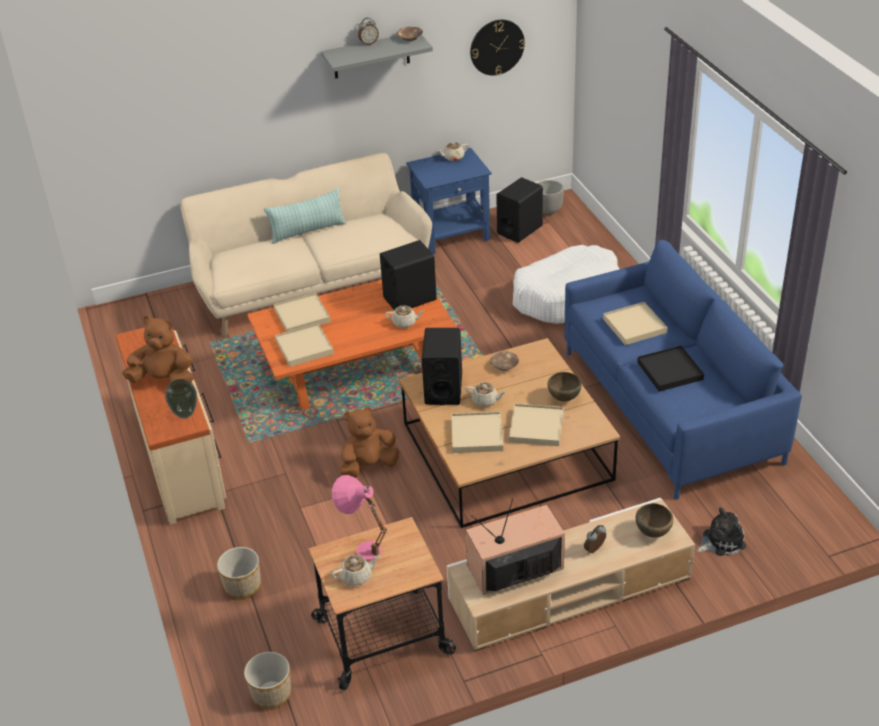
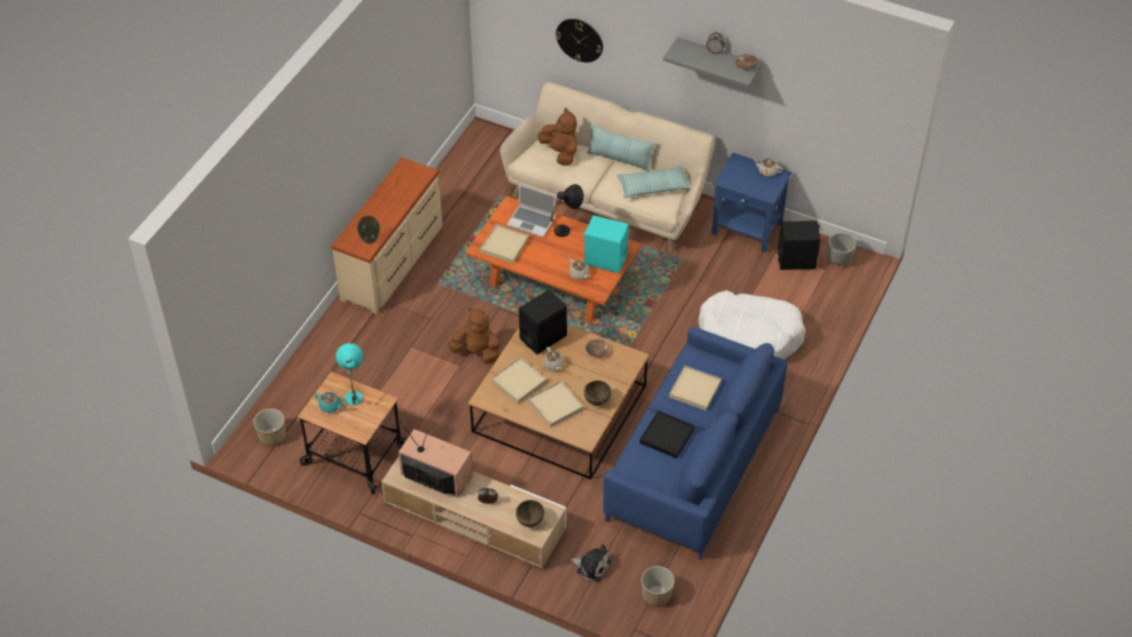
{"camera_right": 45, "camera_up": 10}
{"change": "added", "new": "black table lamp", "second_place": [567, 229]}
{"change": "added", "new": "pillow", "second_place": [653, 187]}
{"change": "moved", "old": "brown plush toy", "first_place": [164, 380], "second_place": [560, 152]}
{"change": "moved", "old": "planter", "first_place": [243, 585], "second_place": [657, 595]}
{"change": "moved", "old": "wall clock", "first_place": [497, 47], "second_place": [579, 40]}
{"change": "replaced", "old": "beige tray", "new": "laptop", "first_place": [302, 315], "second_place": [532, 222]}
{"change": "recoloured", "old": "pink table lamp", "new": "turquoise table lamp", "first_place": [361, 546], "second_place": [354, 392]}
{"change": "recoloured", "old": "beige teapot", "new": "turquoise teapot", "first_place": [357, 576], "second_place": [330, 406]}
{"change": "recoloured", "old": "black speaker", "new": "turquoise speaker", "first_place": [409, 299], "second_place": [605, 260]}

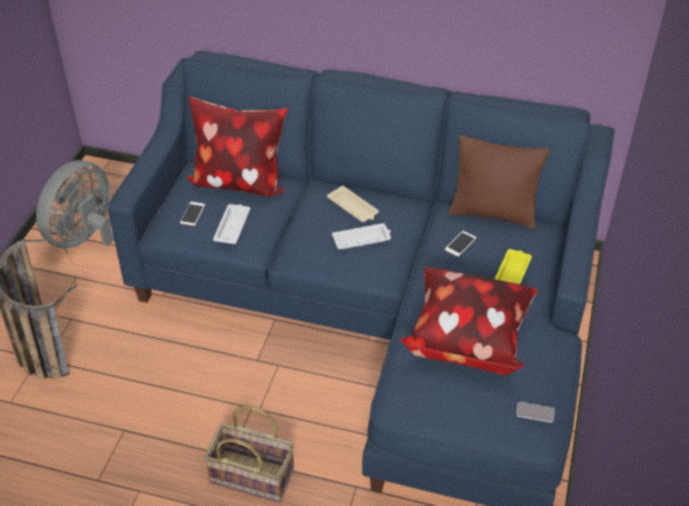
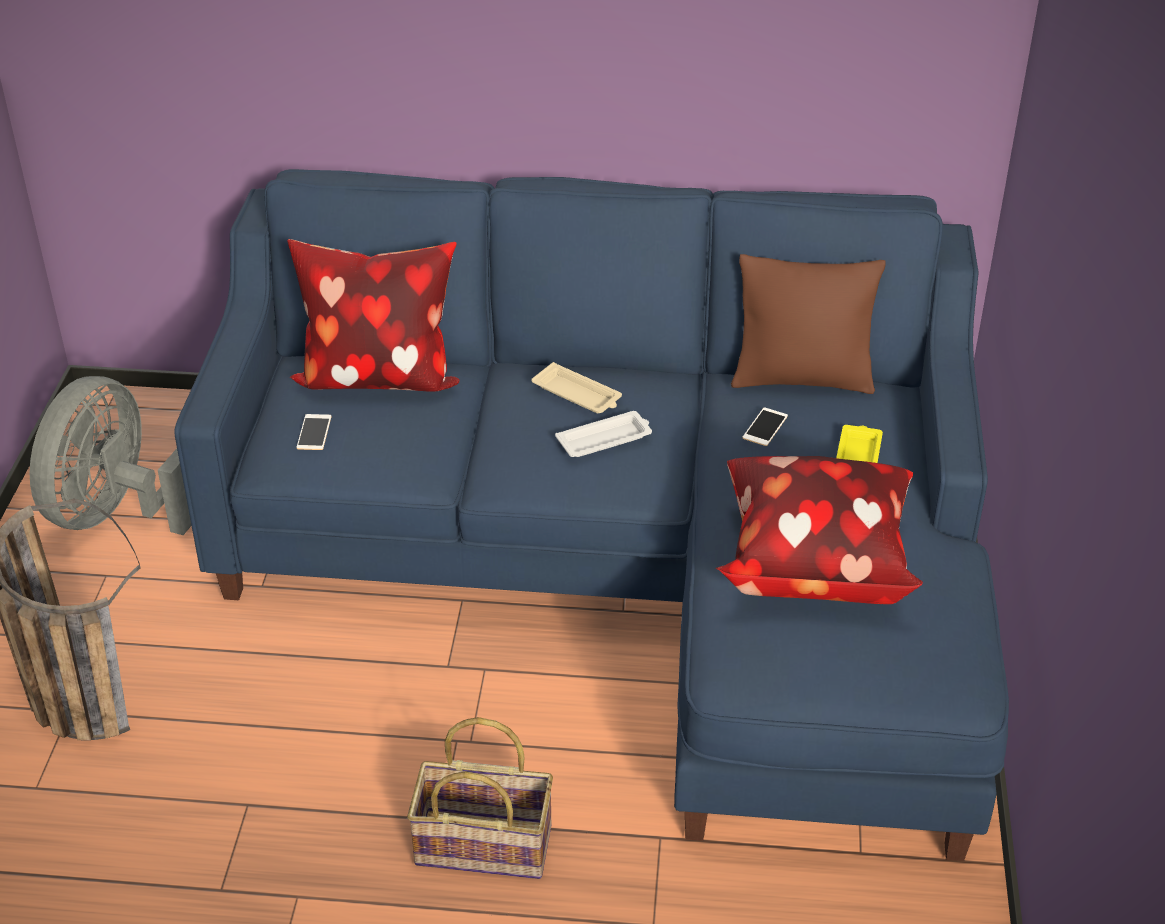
{"camera_right": -10, "camera_up": -5}
{"change": "removed", "old": "white tray", "first_place": [232, 226]}
{"change": "removed", "old": "phone", "first_place": [535, 412]}

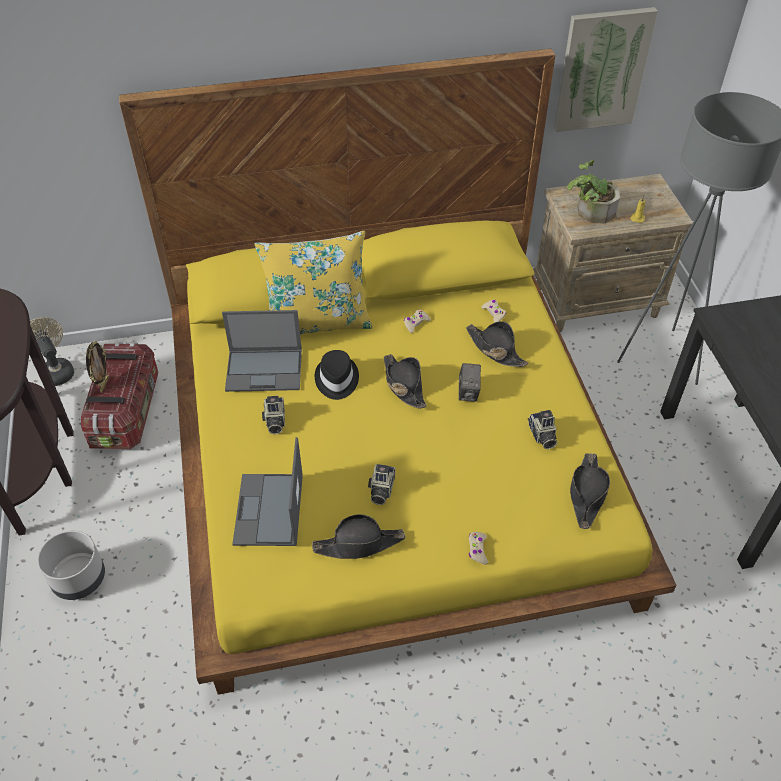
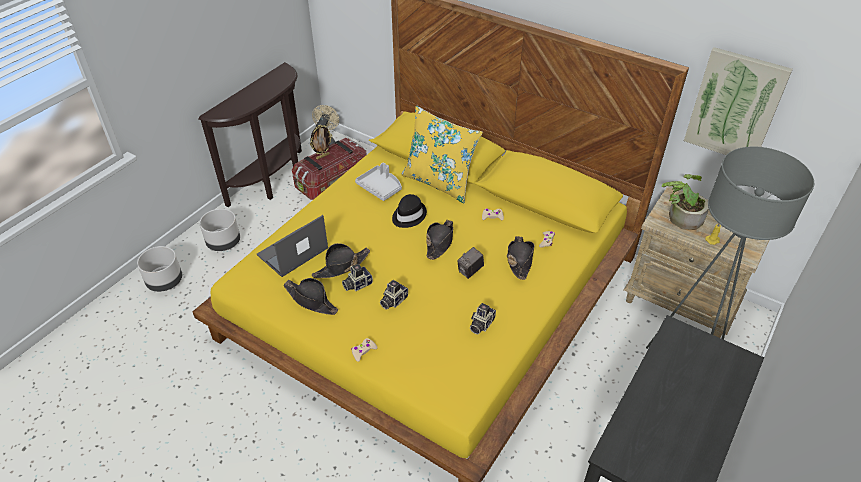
{"camera_right": 45, "camera_up": -5}
{"change": "added", "new": "grey planter", "second_place": [165, 282]}
{"change": "moved", "old": "photo camera", "first_place": [274, 421], "second_place": [393, 300]}
{"change": "moved", "old": "black hat", "first_place": [586, 494], "second_place": [341, 266]}
{"change": "replaced", "old": "laptop", "new": "grey tray", "first_place": [265, 370], "second_place": [380, 187]}

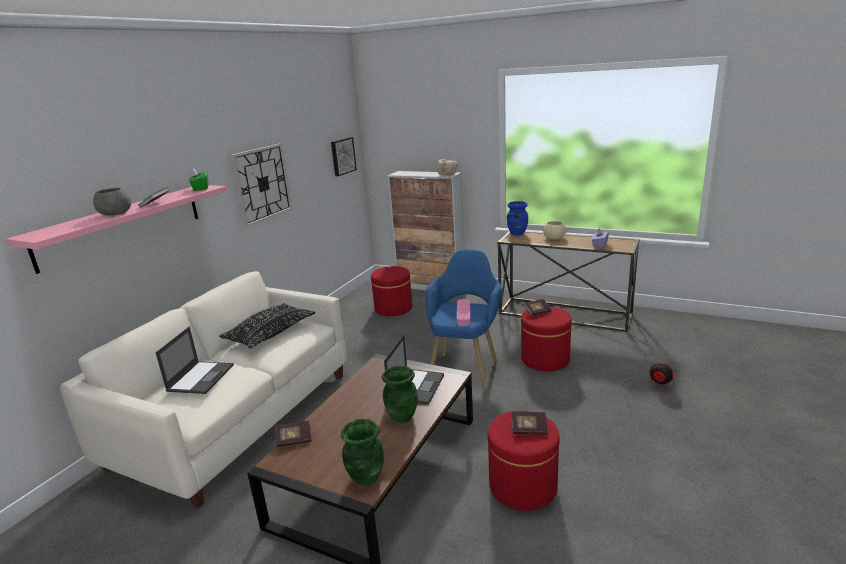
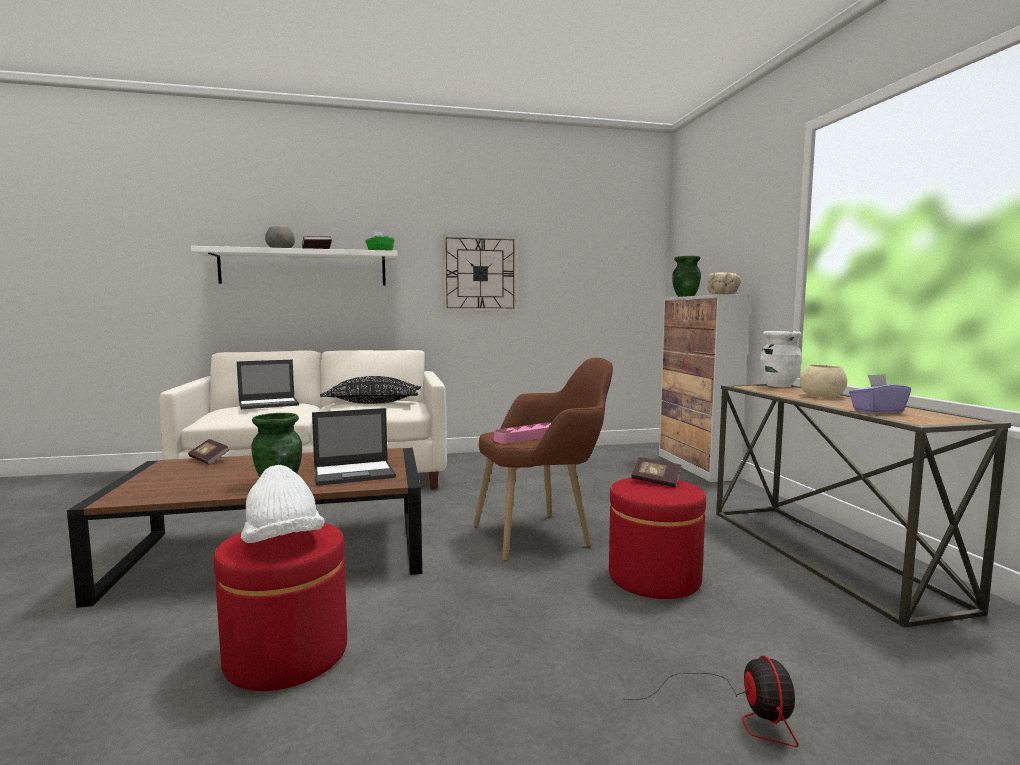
{"camera_right": 50, "camera_up": -15}
{"change": "removed", "old": "picture", "first_place": [342, 156]}
{"change": "removed", "old": "red ottoman", "first_place": [393, 308]}
{"change": "moved", "old": "green vase", "first_place": [365, 477], "second_place": [685, 296]}
{"change": "replaced", "old": "book", "new": "white hat", "first_place": [529, 429], "second_place": [283, 542]}
{"change": "recoloured", "old": "pink shelf", "new": "white shelf", "first_place": [122, 225], "second_place": [304, 268]}
{"change": "recoloured", "old": "blue armchair", "new": "brown armchair", "first_place": [465, 366], "second_place": [544, 534]}
{"change": "recoloured", "old": "blue vase", "new": "white vase", "first_place": [517, 233], "second_place": [778, 385]}

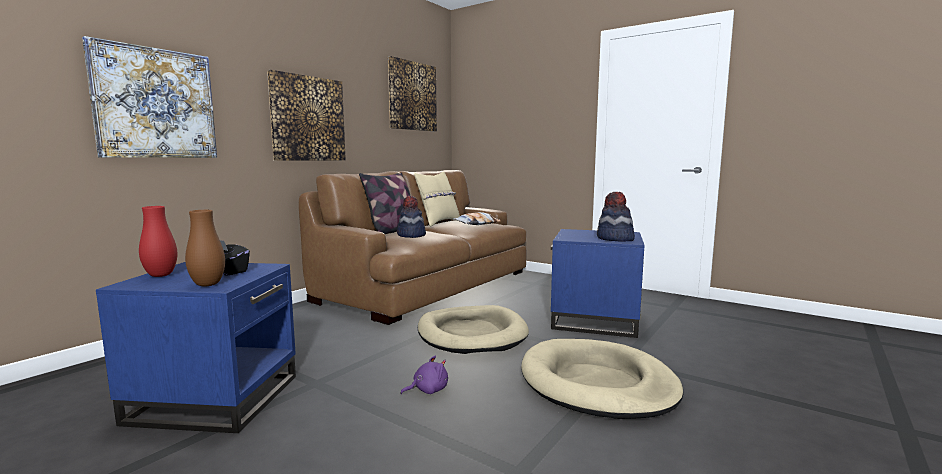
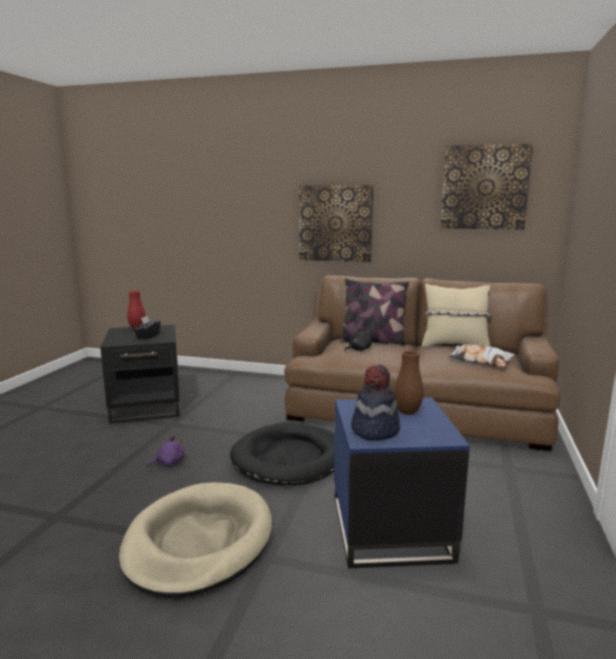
{"camera_right": 70, "camera_up": 5}
{"change": "removed", "old": "picture", "first_place": [155, 103]}
{"change": "moved", "old": "brown vase", "first_place": [208, 284], "second_place": [407, 412]}
{"change": "replaced", "old": "hat", "new": "black plush toy", "first_place": [411, 235], "second_place": [358, 349]}
{"change": "recoloured", "old": "blue side table", "new": "black side table", "first_place": [216, 398], "second_place": [147, 406]}
{"change": "recoloured", "old": "beige dog bed", "new": "black dog bed", "first_place": [472, 334], "second_place": [290, 458]}
{"change": "turned", "old": "purple plush toy", "first_place": [428, 390], "second_place": [168, 462], "degrees": -75}

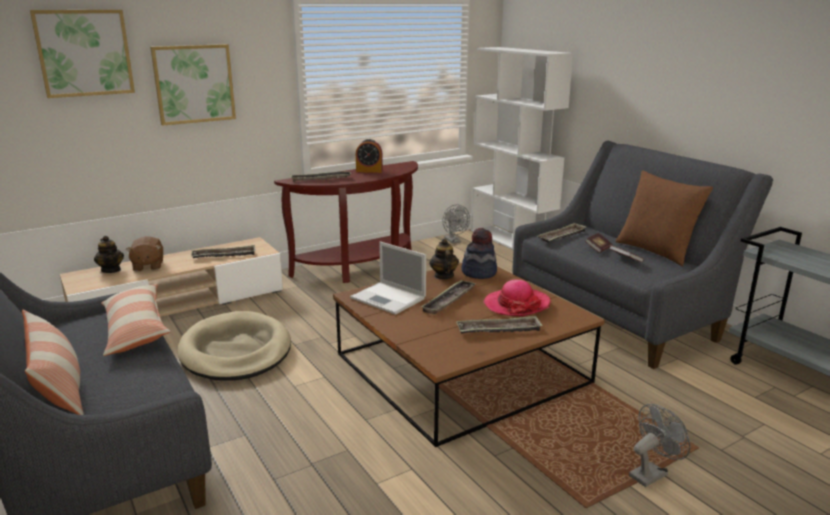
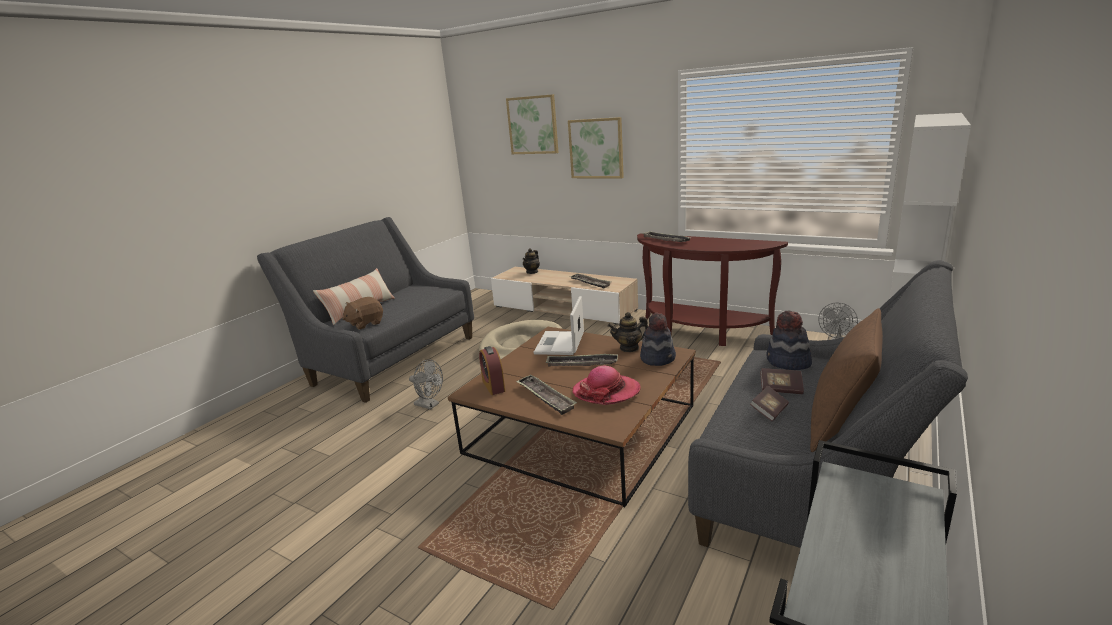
{"camera_right": 65, "camera_up": 0}
{"change": "removed", "old": "pillow", "first_place": [135, 330]}
{"change": "moved", "old": "brown plush toy", "first_place": [148, 266], "second_place": [365, 324]}
{"change": "moved", "old": "alarm clock", "first_place": [369, 171], "second_place": [493, 386]}
{"change": "moved", "old": "grey fan", "first_place": [651, 473], "second_place": [430, 405]}
{"change": "replaced", "old": "tray", "new": "hat", "first_place": [562, 236], "second_place": [788, 362]}
{"change": "turned", "old": "teapot", "first_place": [443, 276], "second_place": [629, 348], "degrees": -150}

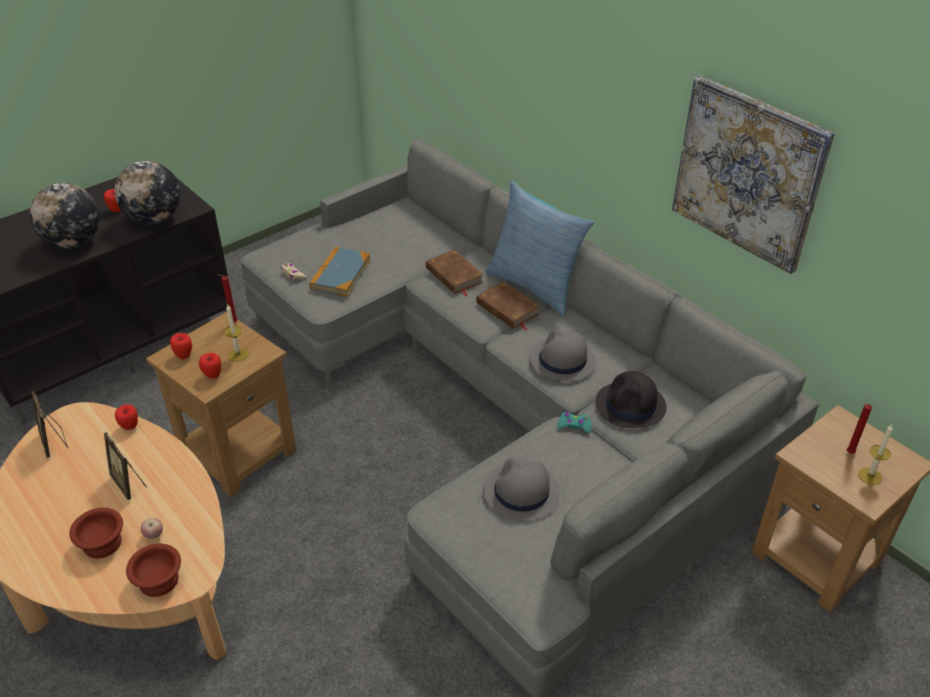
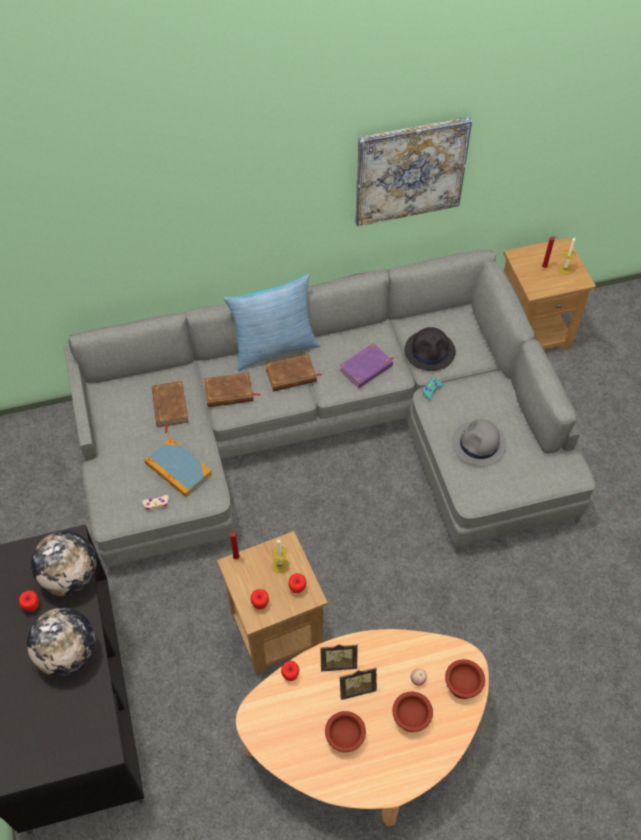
{"camera_right": -65, "camera_up": 15}
{"change": "added", "new": "brown book", "second_place": [169, 406]}
{"change": "added", "new": "brown bowl", "second_place": [345, 736]}
{"change": "moved", "old": "picture frame", "first_place": [54, 442], "second_place": [338, 662]}
{"change": "replaced", "old": "grey hat", "new": "purple book", "first_place": [562, 360], "second_place": [366, 368]}

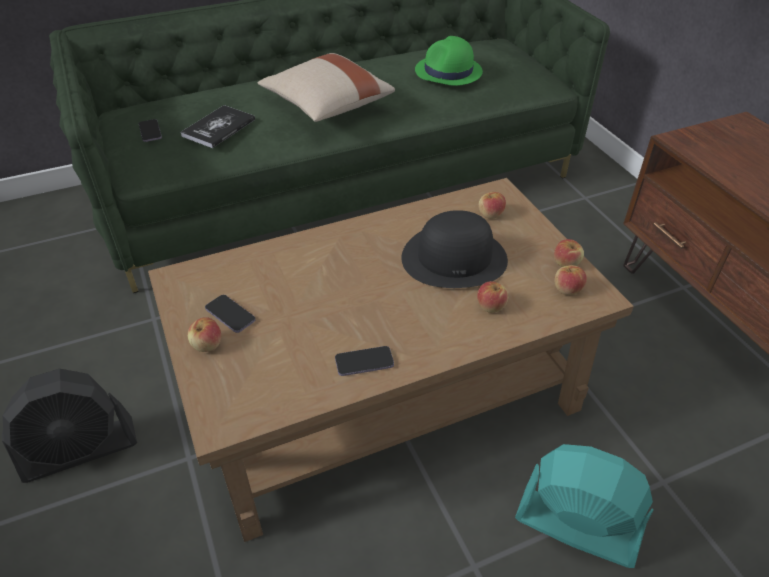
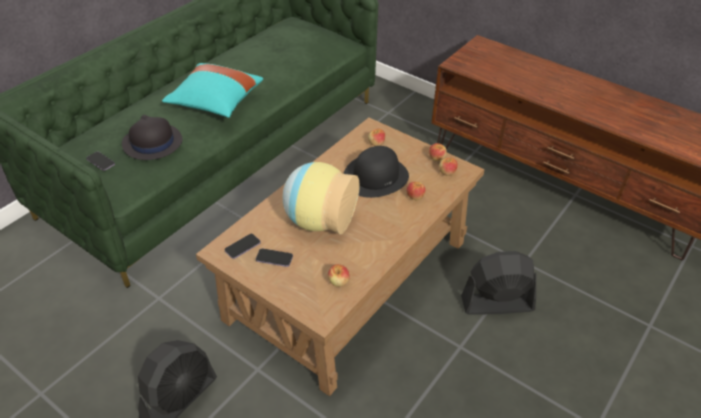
{"camera_right": -30, "camera_up": 0}
{"change": "removed", "old": "green hat", "first_place": [448, 72]}
{"change": "added", "new": "vase", "second_place": [318, 220]}
{"change": "moved", "old": "apple", "first_place": [207, 345], "second_place": [338, 281]}
{"change": "moved", "old": "phone", "first_place": [364, 362], "second_place": [242, 247]}
{"change": "replaced", "old": "book", "new": "black hat", "first_place": [219, 128], "second_place": [152, 143]}
{"change": "recoloured", "old": "beige pillow", "new": "turquoise pillow", "first_place": [326, 105], "second_place": [215, 102]}
{"change": "recoloured", "old": "turquoise fan", "new": "black fan", "first_place": [576, 526], "second_place": [497, 303]}

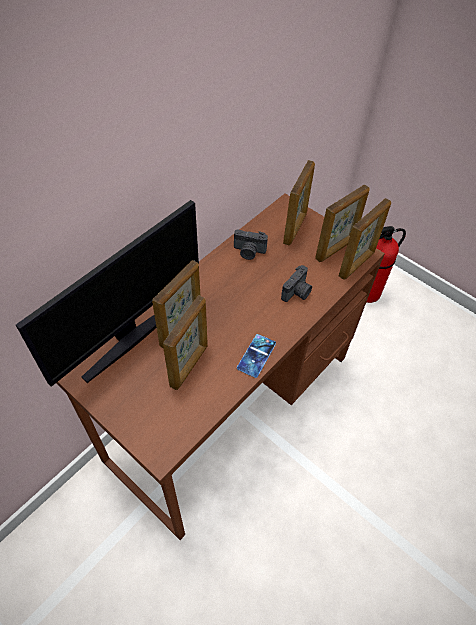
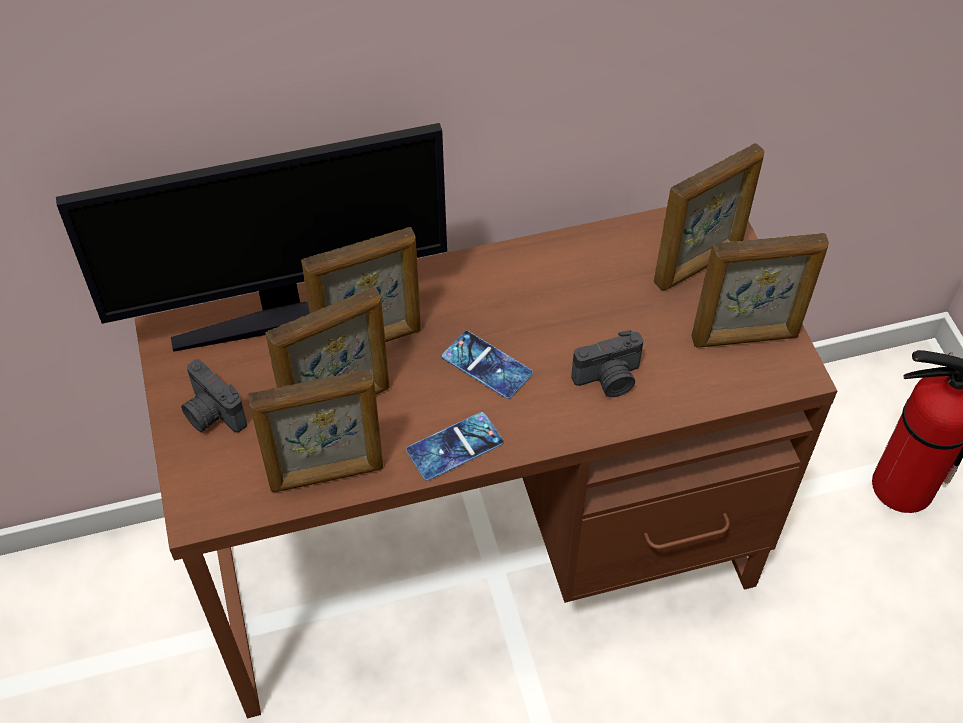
{"camera_right": 35, "camera_up": 0}
{"change": "added", "new": "phone", "second_place": [487, 365]}
{"change": "moved", "old": "photo camera", "first_place": [249, 252], "second_place": [212, 414]}
{"change": "moved", "old": "picture frame", "first_place": [357, 264], "second_place": [327, 475]}

